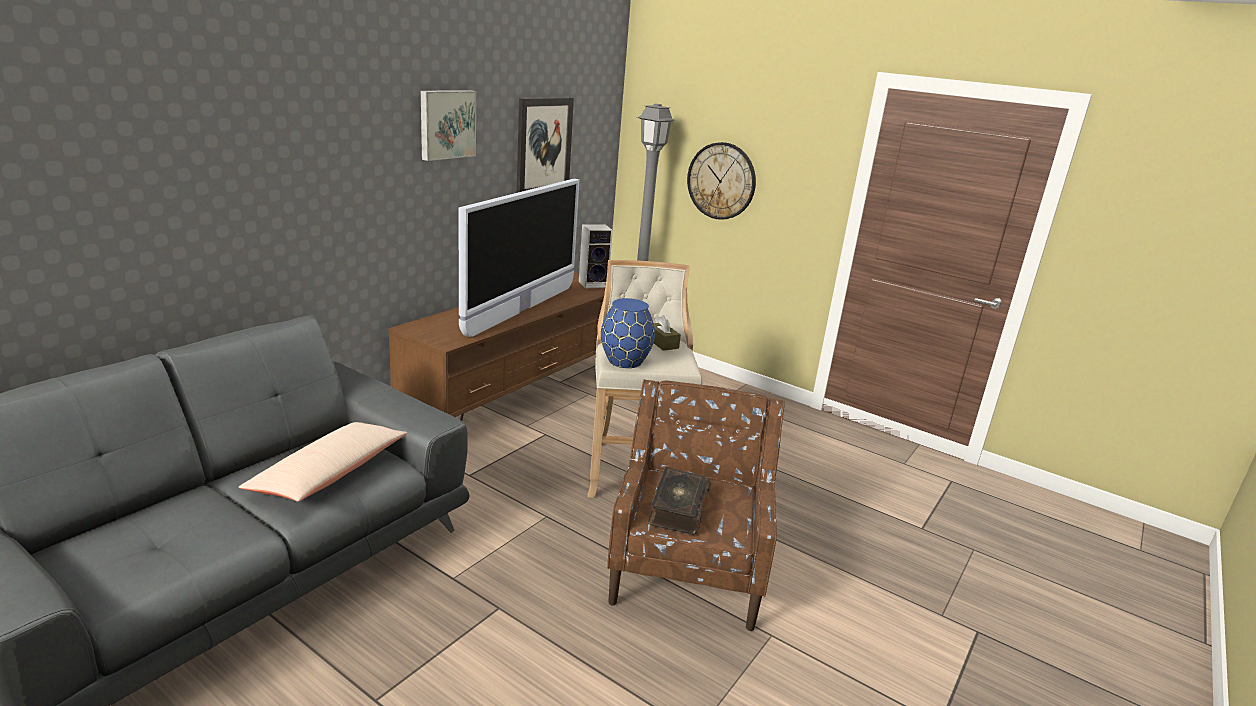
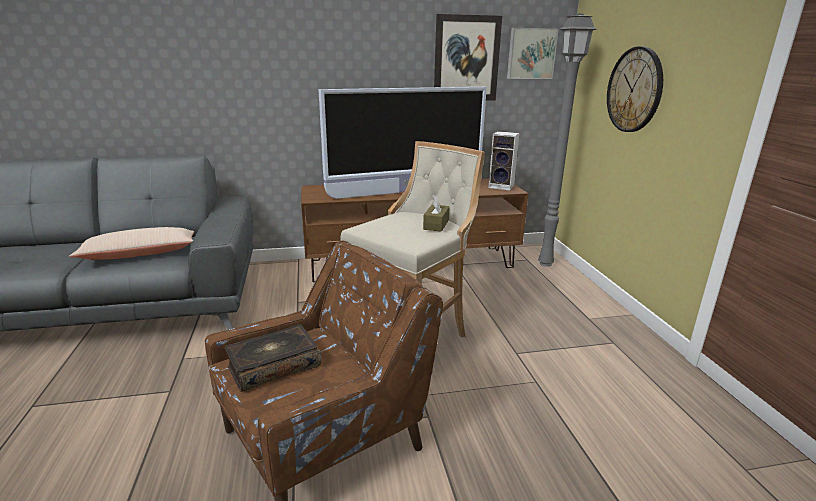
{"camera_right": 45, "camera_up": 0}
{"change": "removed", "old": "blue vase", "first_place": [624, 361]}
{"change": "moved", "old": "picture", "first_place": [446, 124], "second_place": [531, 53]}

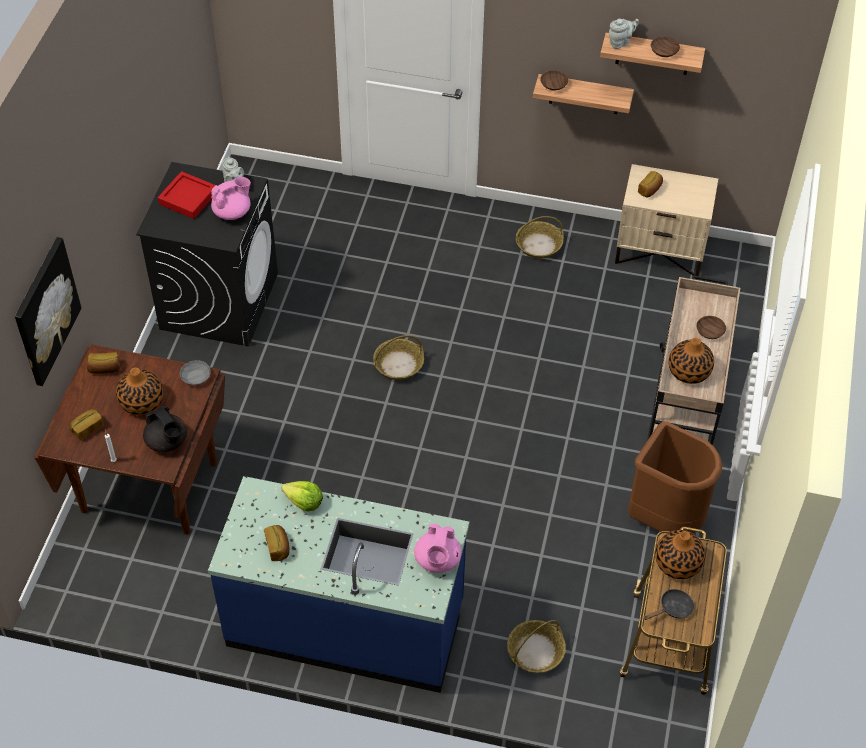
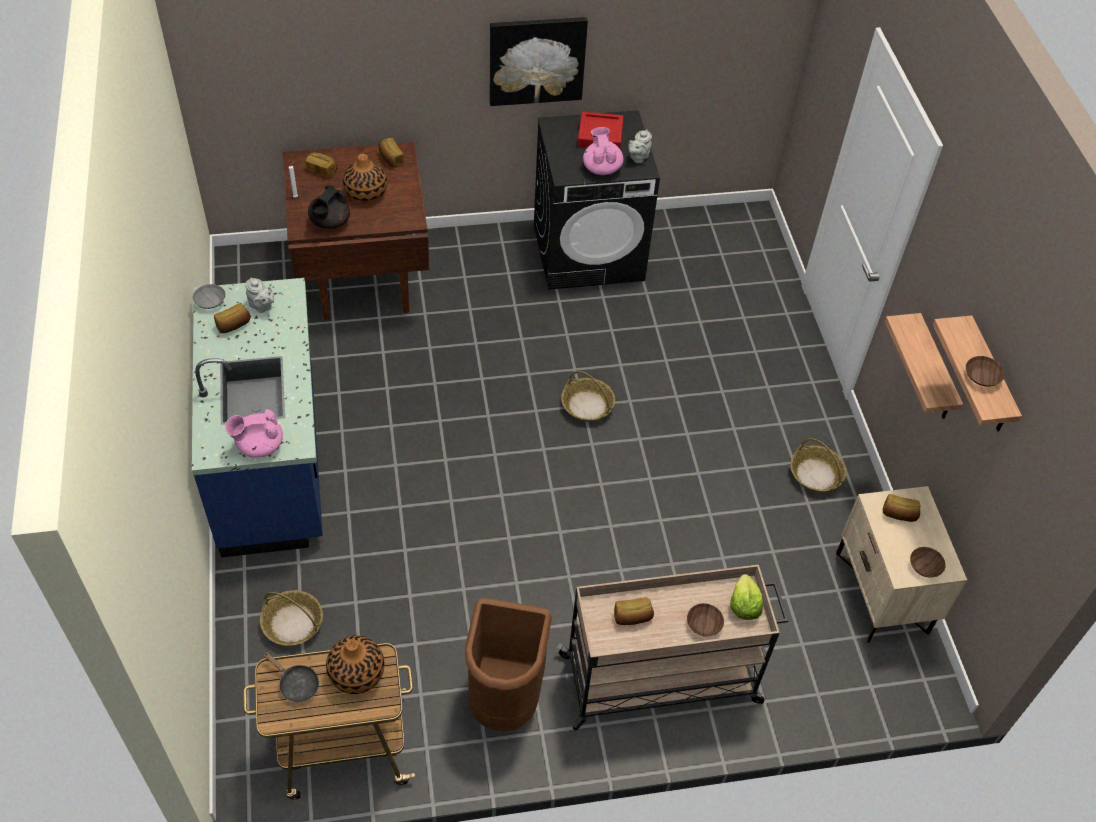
{"camera_right": 65, "camera_up": 0}
{"change": "moved", "old": "picture", "first_place": [45, 311], "second_place": [536, 60]}
{"change": "moved", "old": "grey bowl", "first_place": [196, 377], "second_place": [211, 302]}
{"change": "moved", "old": "lettuce", "first_place": [304, 502], "second_place": [744, 605]}
{"change": "moved", "old": "brown bowl", "first_place": [553, 84], "second_place": [925, 566]}
{"change": "moved", "old": "grey teapot", "first_place": [620, 42], "second_place": [262, 306]}
{"change": "replaced", "old": "vase", "new": "bread", "first_place": [689, 371], "second_place": [632, 617]}
{"change": "turned", "old": "pink teapot", "first_place": [233, 212], "second_place": [601, 168], "degrees": -135}

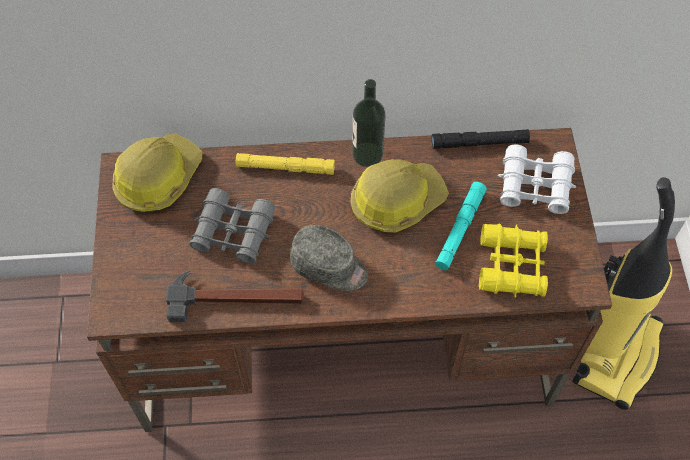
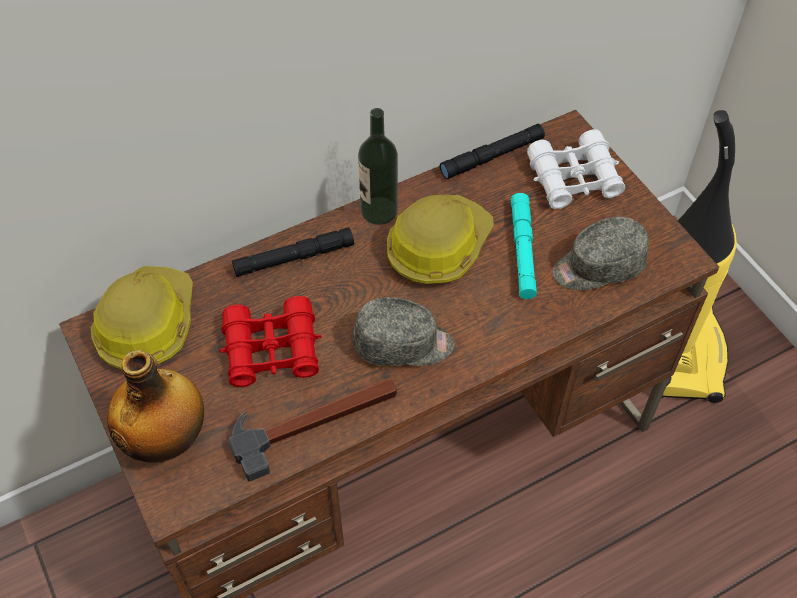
{"camera_right": -25, "camera_up": -5}
{"change": "added", "new": "bottle", "second_place": [167, 440]}
{"change": "replaced", "old": "yellow binoculars", "new": "grey cap", "first_place": [512, 265], "second_place": [598, 266]}
{"change": "recoloured", "old": "grey binoculars", "new": "red binoculars", "first_place": [233, 232], "second_place": [272, 350]}
{"change": "recoloured", "old": "yellow flashlight", "new": "black flashlight", "first_place": [285, 167], "second_place": [294, 258]}

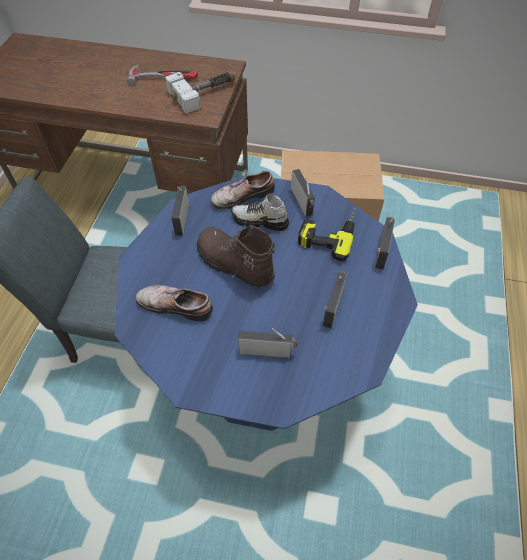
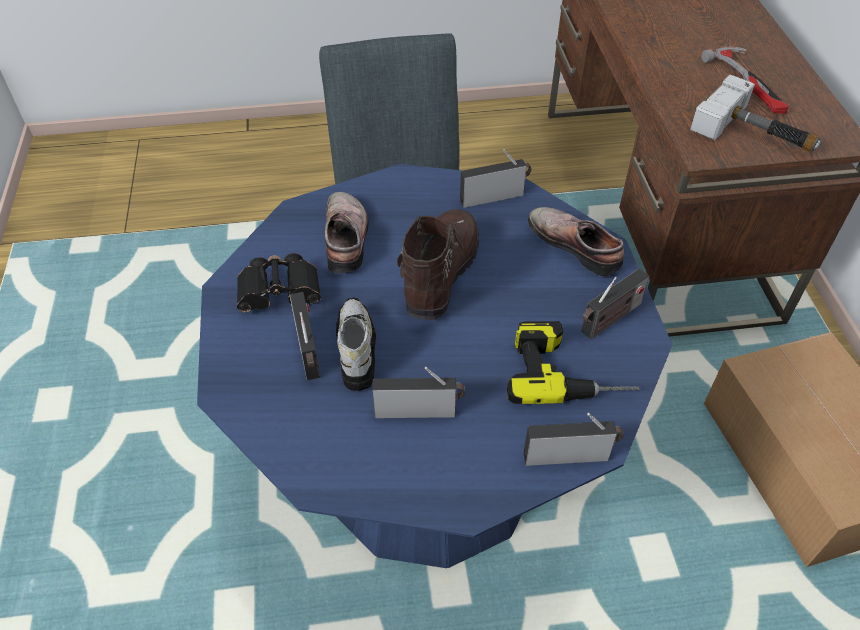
{"camera_right": 70, "camera_up": -5}
{"change": "added", "new": "black binoculars", "second_place": [282, 294]}
{"change": "moved", "old": "shoe", "first_place": [260, 221], "second_place": [356, 350]}

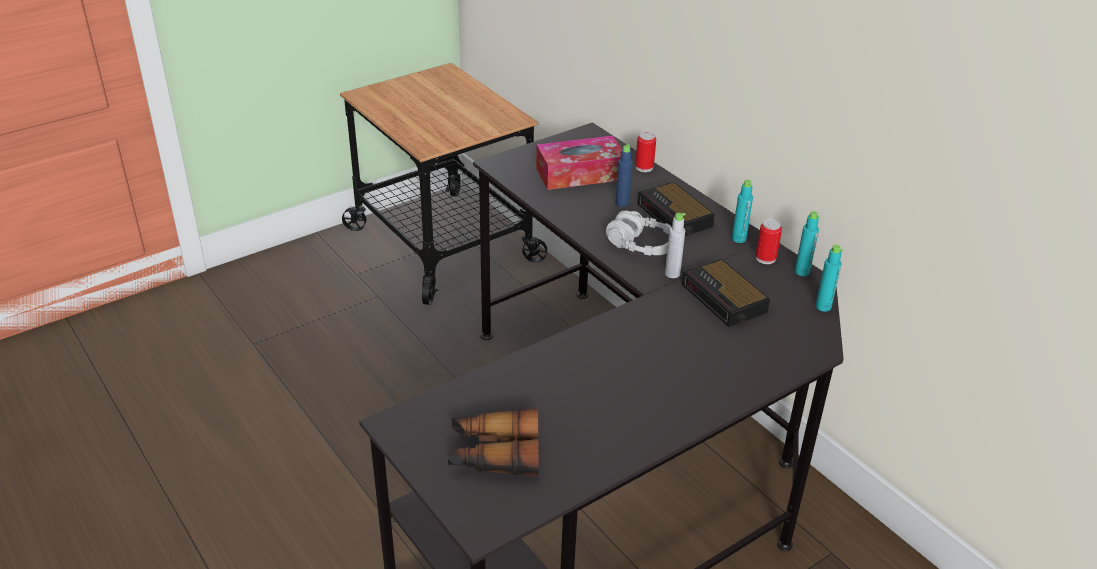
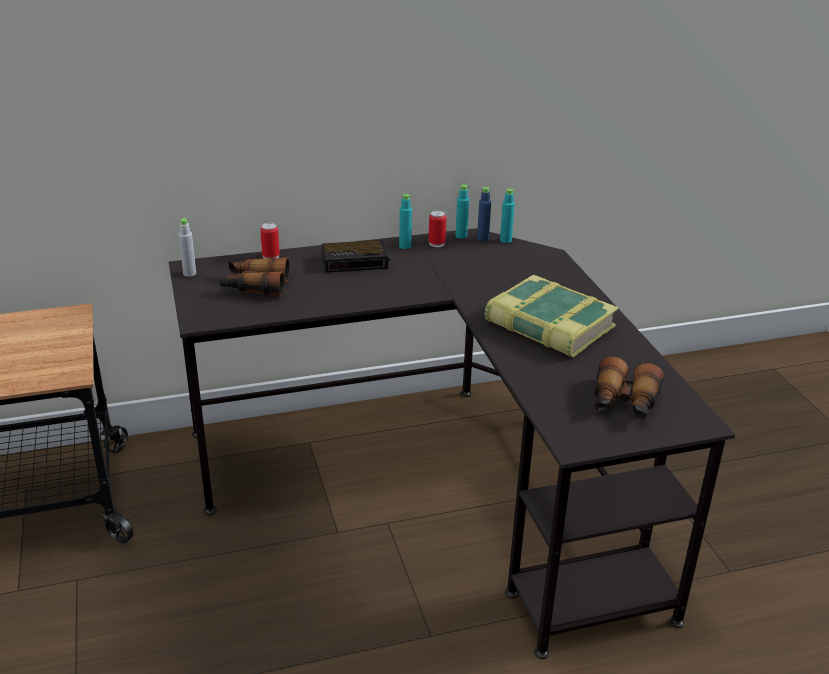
{"camera_right": -70, "camera_up": -5}
{"change": "removed", "old": "grey headphones", "first_place": [640, 245]}
{"change": "removed", "old": "alarm clock", "first_place": [725, 299]}
{"change": "added", "new": "book", "second_place": [548, 326]}
{"change": "moved", "old": "blue bottle", "first_place": [622, 203], "second_place": [482, 238]}
{"change": "moved", "old": "grey bottle", "first_place": [672, 273], "second_place": [189, 273]}
{"change": "replaced", "old": "tissue box", "new": "binoculars", "first_place": [580, 174], "second_place": [255, 286]}

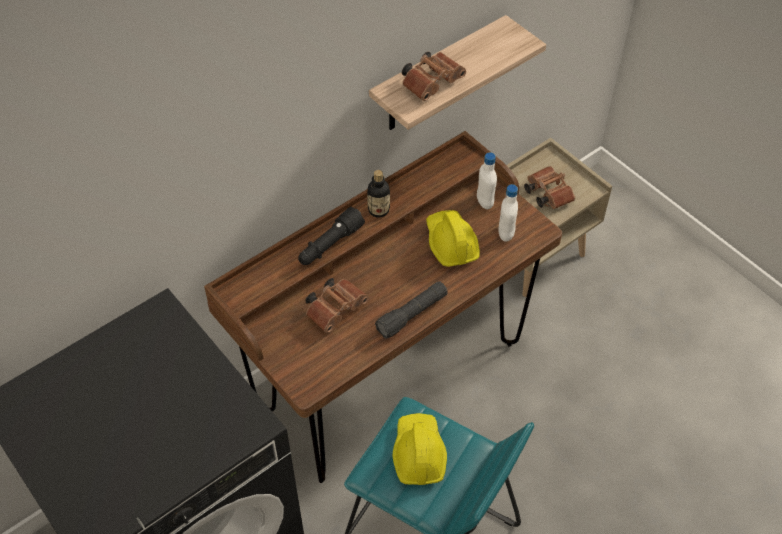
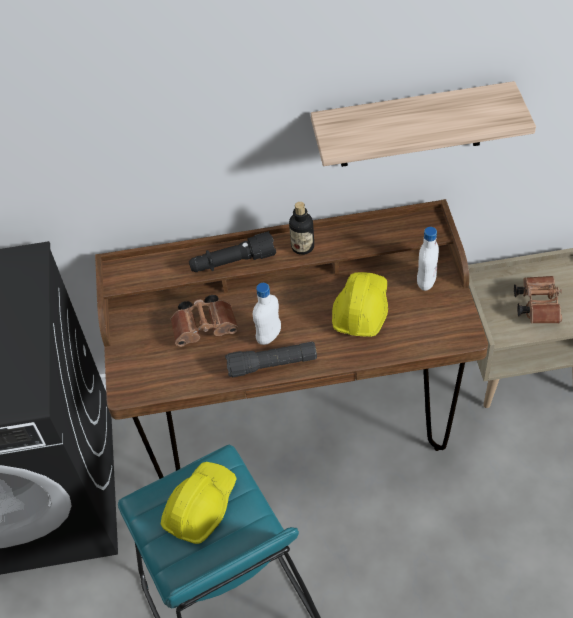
{"camera_right": 35, "camera_up": 0}
{"change": "removed", "old": "brown binoculars", "first_place": [432, 83]}
{"change": "moved", "old": "white bottle", "first_place": [506, 233], "second_place": [269, 336]}

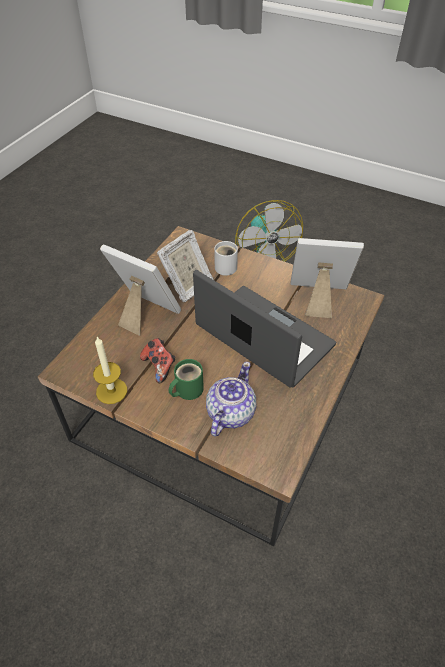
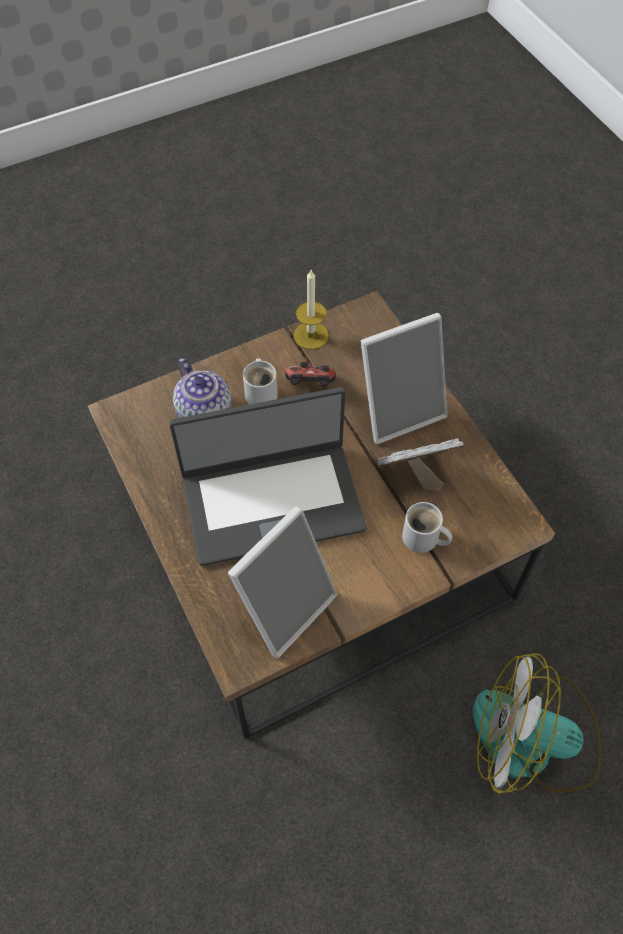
{"camera_right": 125, "camera_up": 10}
{"change": "recoloured", "old": "green mug", "new": "white mug", "first_place": [186, 389], "second_place": [262, 392]}
{"change": "turned", "old": "picture frame", "first_place": [187, 286], "second_place": [414, 474], "degrees": 90}

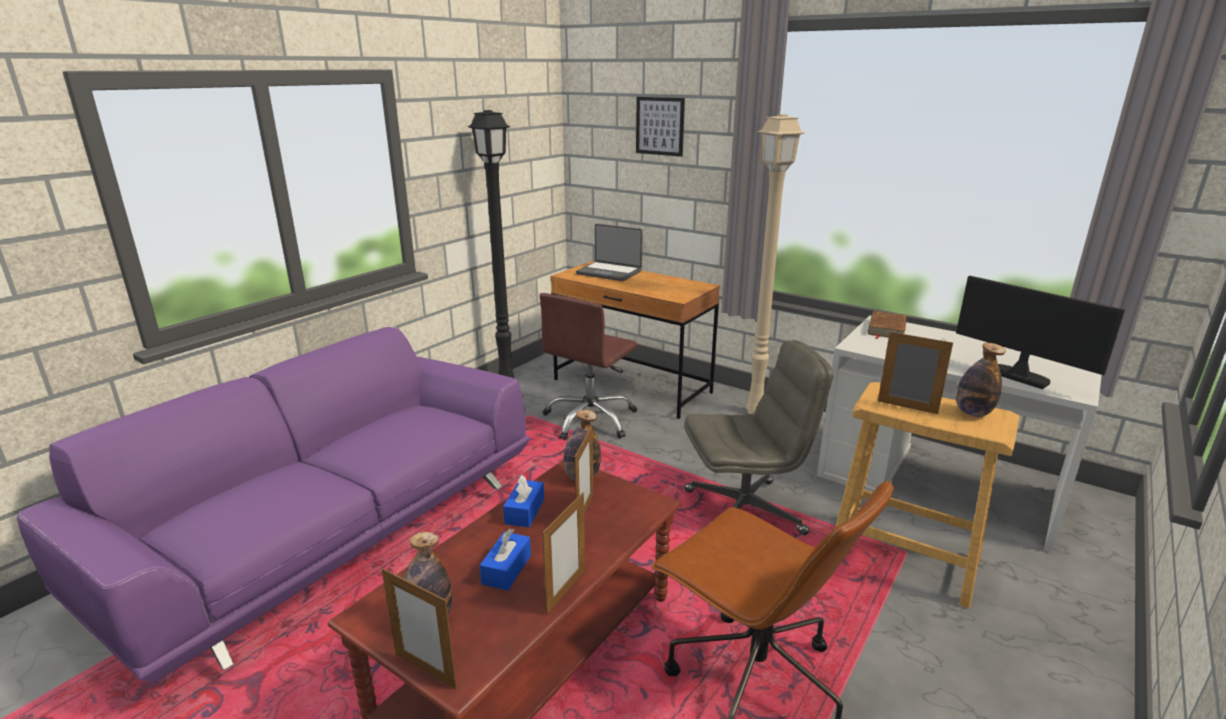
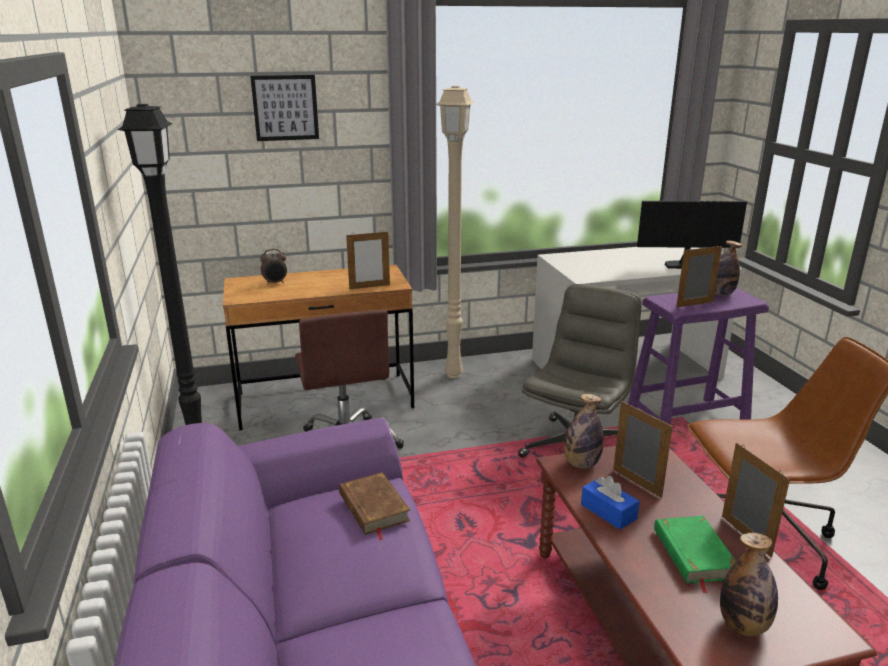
{"camera_right": -50, "camera_up": 0}
{"change": "moved", "old": "picture frame", "first_place": [425, 671], "second_place": [369, 287]}
{"change": "moved", "old": "brown book", "first_place": [886, 329], "second_place": [373, 508]}
{"change": "replaced", "old": "blue tissue box", "new": "green book", "first_place": [506, 569], "second_place": [693, 554]}
{"change": "replaced", "old": "laptop", "new": "alarm clock", "first_place": [609, 272], "second_place": [275, 283]}
{"change": "recoloured", "old": "beige stool", "new": "purple stool", "first_place": [902, 557], "second_place": [685, 421]}

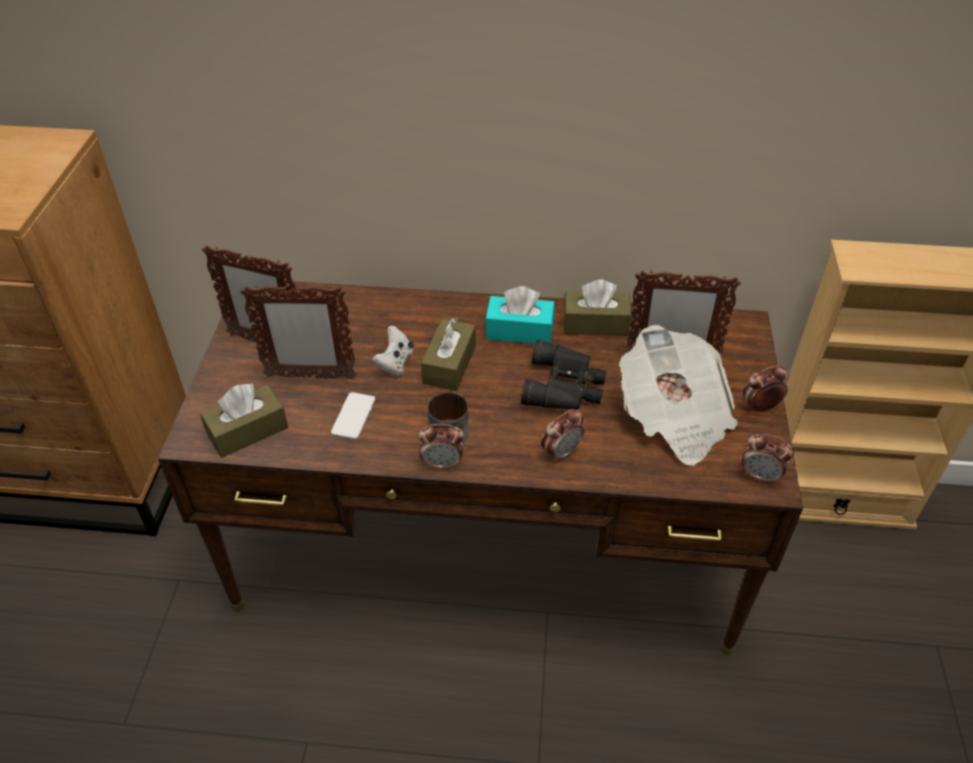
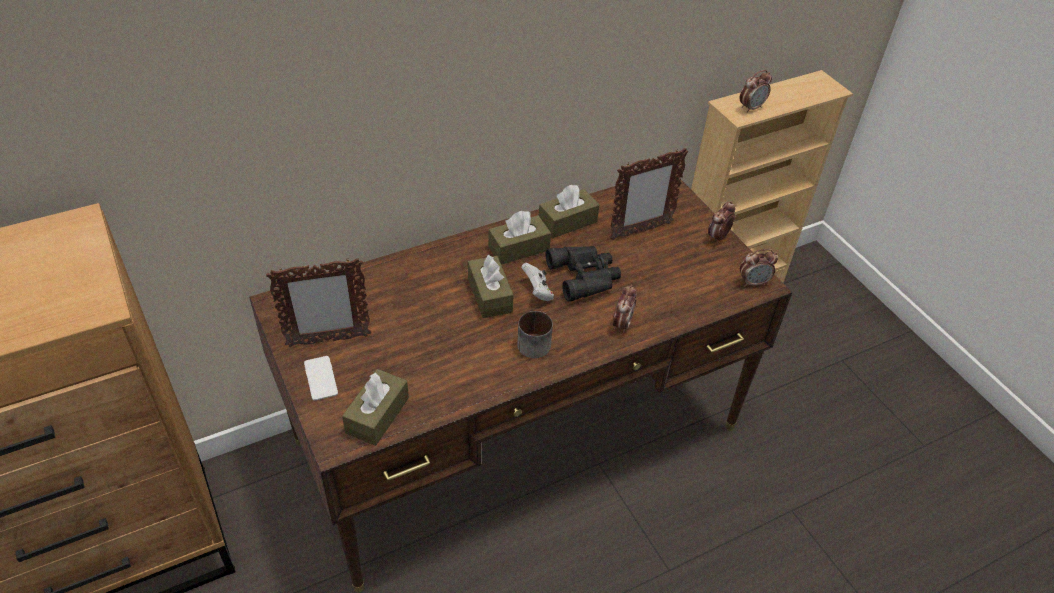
{"camera_right": -35, "camera_up": 0}
{"change": "removed", "old": "picture frame", "first_place": [310, 377]}
{"change": "removed", "old": "newspaper", "first_place": [674, 417]}
{"change": "moved", "old": "phone", "first_place": [353, 416], "second_place": [321, 378]}
{"change": "moved", "old": "white game controller", "first_place": [395, 362], "second_place": [537, 292]}
{"change": "moved", "old": "alarm clock", "first_place": [442, 464], "second_place": [751, 108]}
{"change": "recoloured", "old": "turquoise tissue box", "new": "brown tissue box", "first_place": [519, 330], "second_place": [519, 248]}

